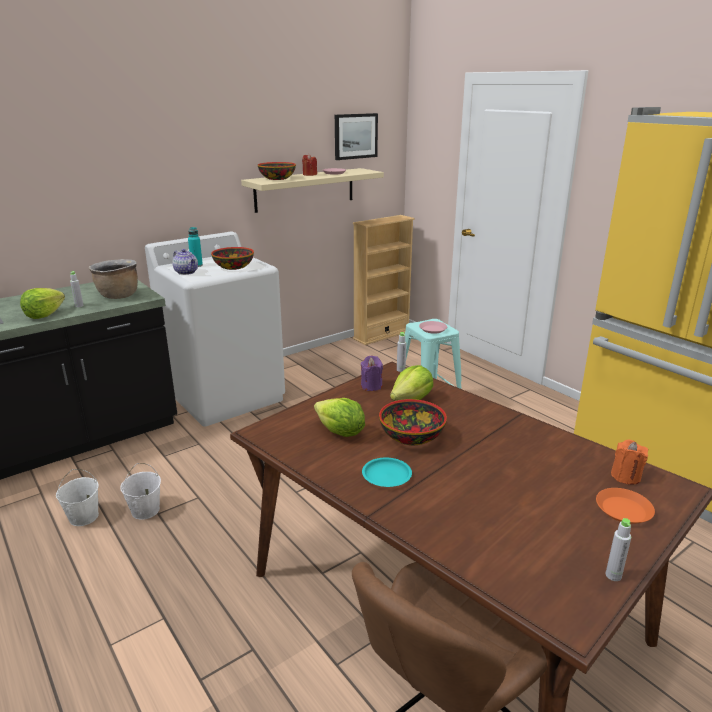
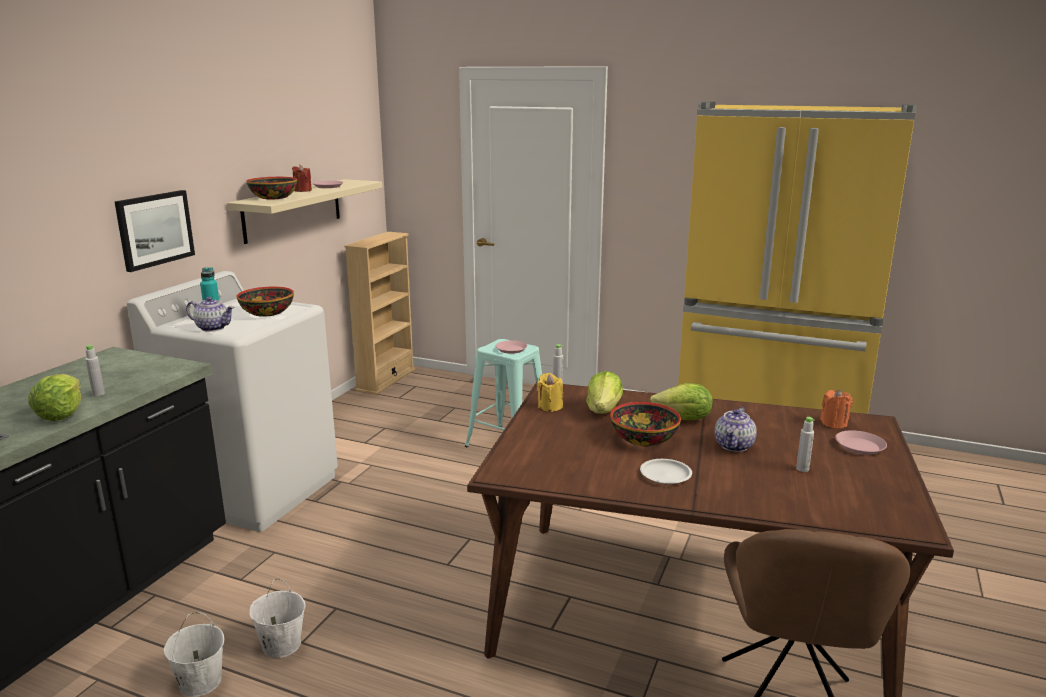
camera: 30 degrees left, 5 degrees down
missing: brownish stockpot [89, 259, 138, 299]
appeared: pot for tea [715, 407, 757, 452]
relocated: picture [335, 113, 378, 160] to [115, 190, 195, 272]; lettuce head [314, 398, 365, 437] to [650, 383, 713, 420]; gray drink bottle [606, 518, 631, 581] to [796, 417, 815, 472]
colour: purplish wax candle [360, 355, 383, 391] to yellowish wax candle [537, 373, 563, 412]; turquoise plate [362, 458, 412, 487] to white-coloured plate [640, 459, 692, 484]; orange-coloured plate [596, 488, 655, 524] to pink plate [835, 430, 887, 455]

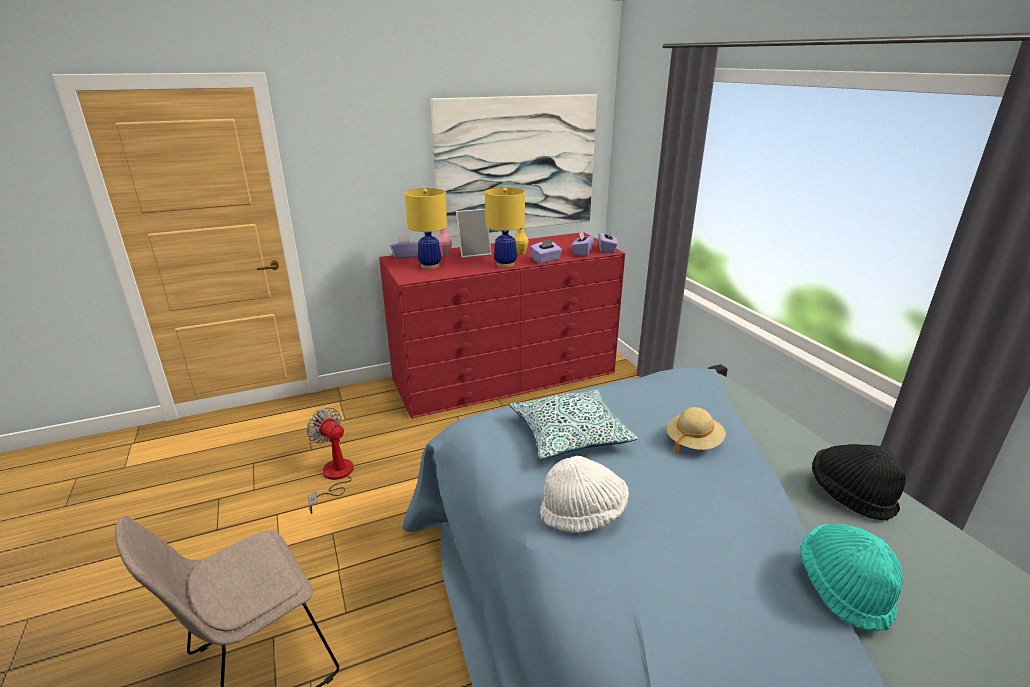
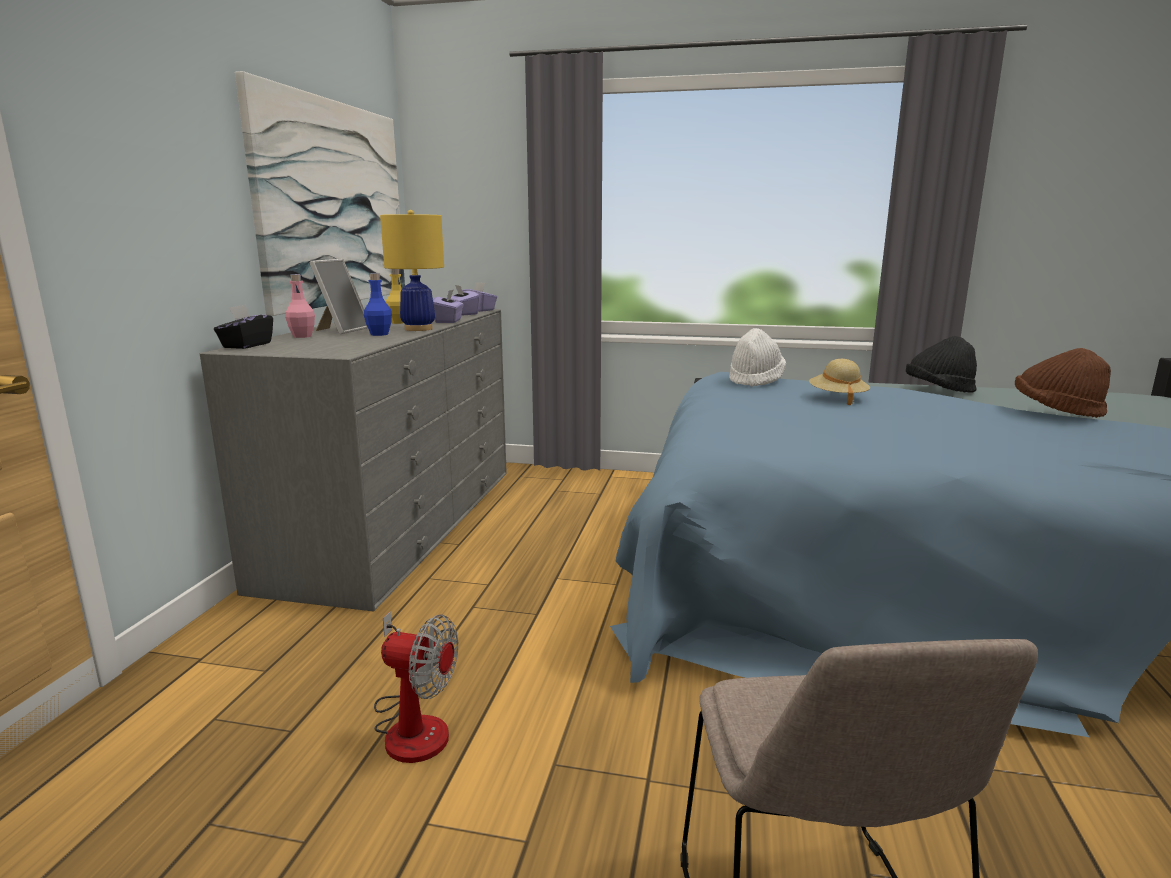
camera: 55 degrees left, 10 degrees down
missing: yellowish table lamp [405, 188, 447, 269]; cushion [510, 390, 638, 459]
appeared: bluish drink bottle [364, 273, 392, 336]
relocated: white-coloured clothing hat [540, 456, 629, 533] to [729, 328, 786, 387]
colour: reddish dresser [379, 232, 625, 419] to gray dresser [200, 309, 507, 611]; purplish tissue box [390, 234, 418, 259] to black tissue box [214, 305, 273, 349]; turquoise clothing hat [800, 524, 903, 631] to brownish clothing hat [1015, 348, 1111, 418]
spun: electric fan [307, 407, 354, 514] = [374, 611, 458, 763] 150 degrees counterclockwise

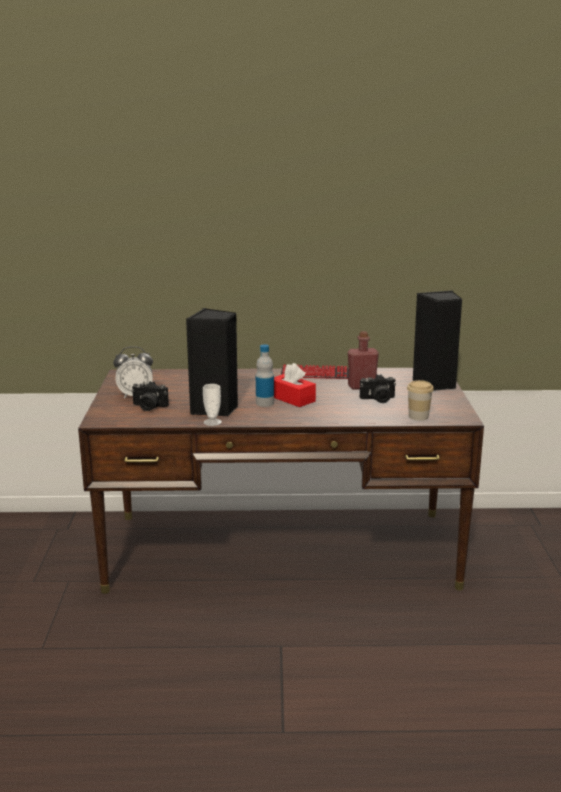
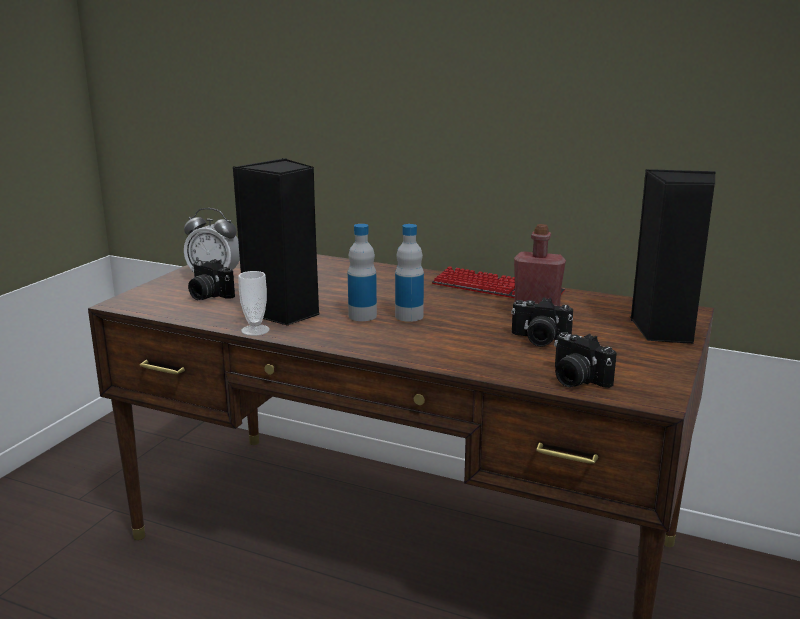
camera: 25 degrees right, 0 degrees up
exchanged: reddish tissue box [274, 363, 316, 407] to drink bottle [395, 224, 424, 322]; small cup [407, 380, 434, 421] to photo camera [554, 332, 617, 388]

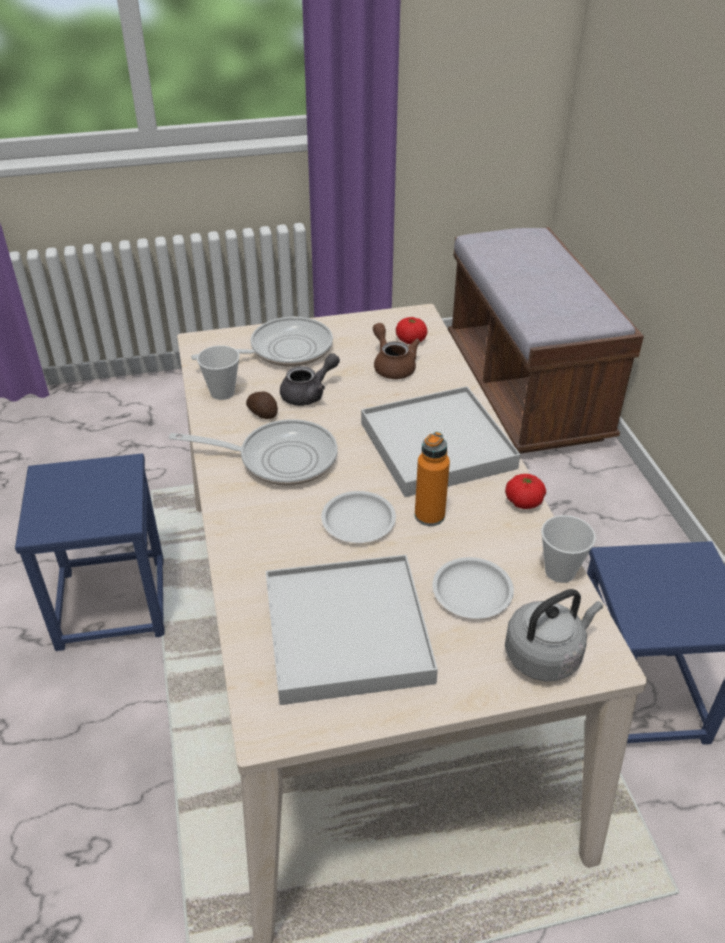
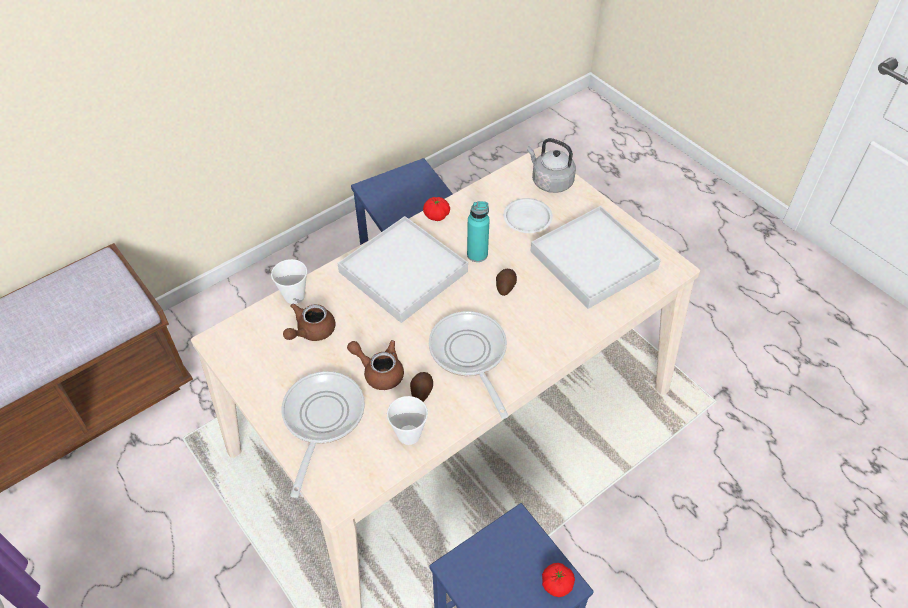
camera: 115 degrees left, 10 degrees up
relocated: tomato [396, 317, 427, 344] to [542, 563, 575, 597]; small cup [541, 515, 596, 583] to [271, 259, 307, 304]
exchanged: white-coloured plate [321, 491, 396, 543] to whole potato [496, 269, 517, 296]
colour: gray pot for tea [280, 353, 340, 406] to brownish pot for tea [347, 340, 404, 390]; orange-coloured drink bottle [415, 432, 450, 526] to turquoise drink bottle [467, 201, 490, 262]
spun: frying pan [191, 317, 333, 367] = [281, 371, 365, 498] 60 degrees clockwise

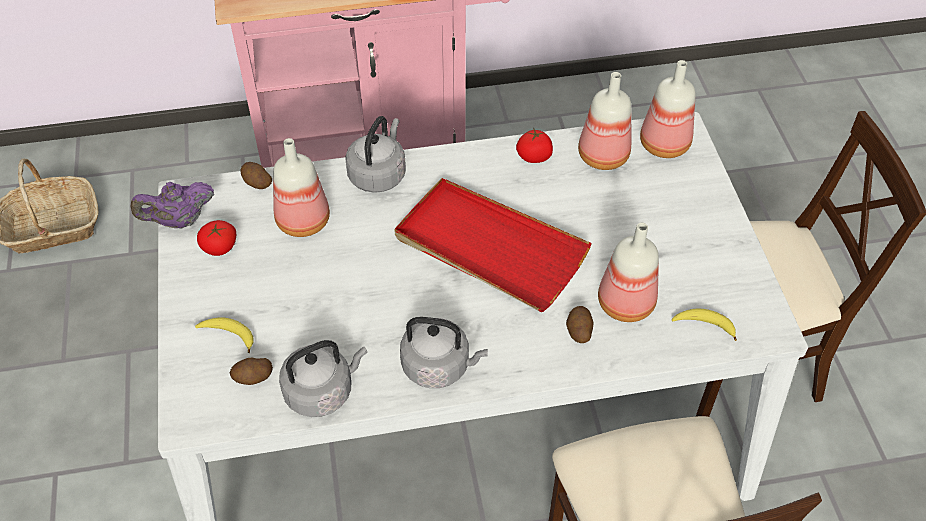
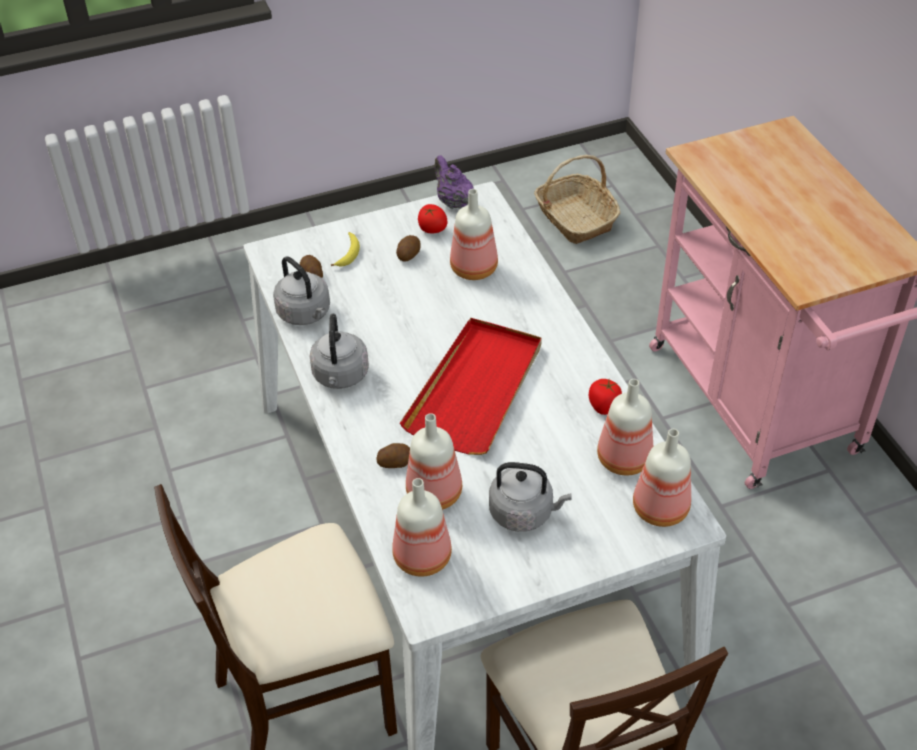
camera: 80 degrees right, 5 degrees down
relocated: gray water kettle [345, 116, 406, 193] to [489, 462, 572, 532]; whole potato [240, 162, 272, 189] to [396, 235, 420, 262]
exchanged: whole banana [672, 309, 737, 341] to drink bottle [392, 478, 452, 577]

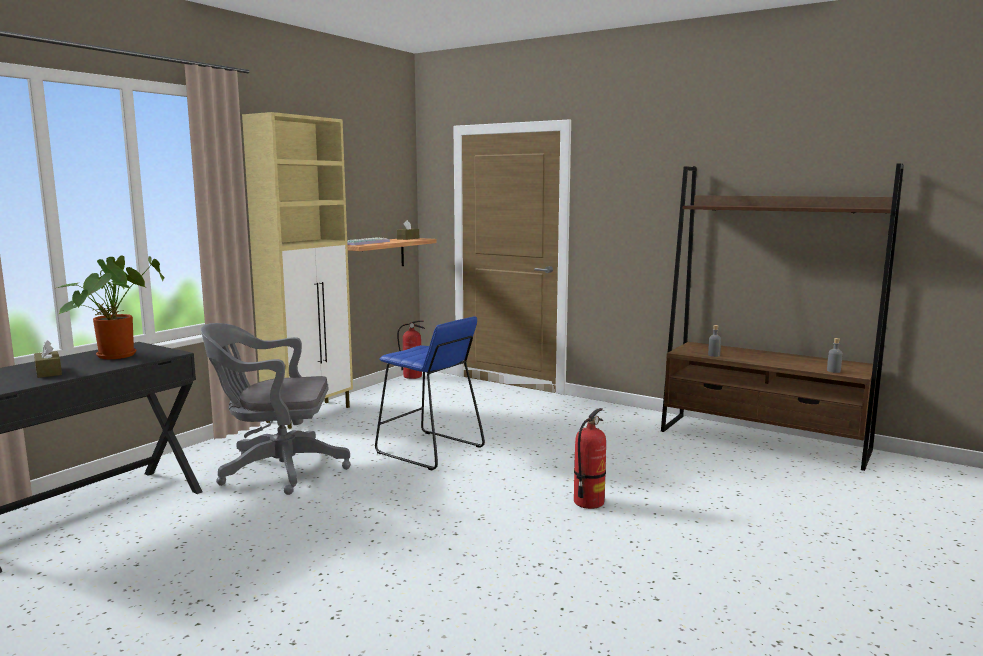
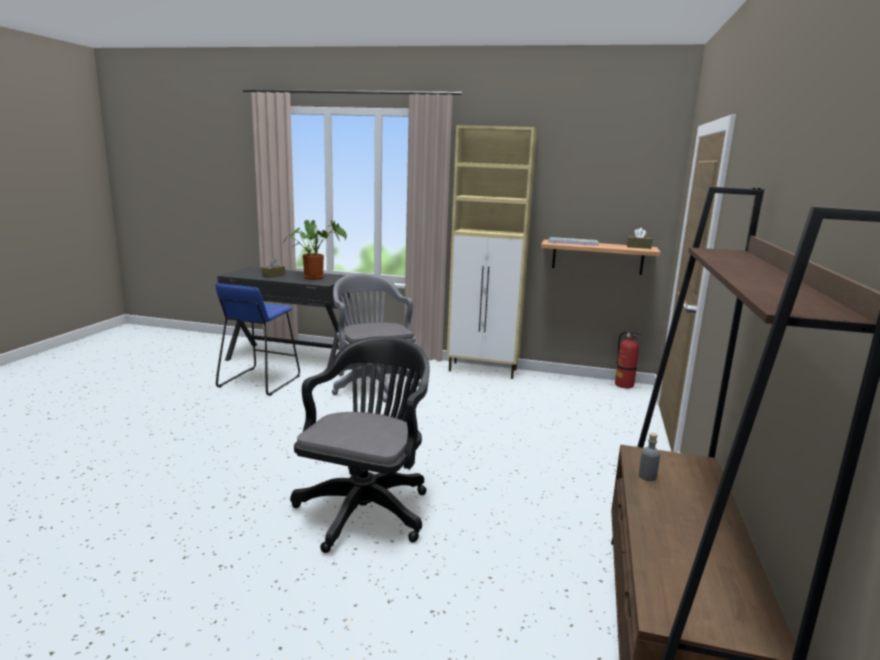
camera: 70 degrees right, 5 degrees up
missing: gray drink bottle [827, 338, 843, 373]
relocated: bluish sitting stool [375, 317, 485, 471] to [215, 283, 300, 396]
exchanged: extinguisher [574, 408, 606, 509] to black desk chair [290, 336, 430, 553]

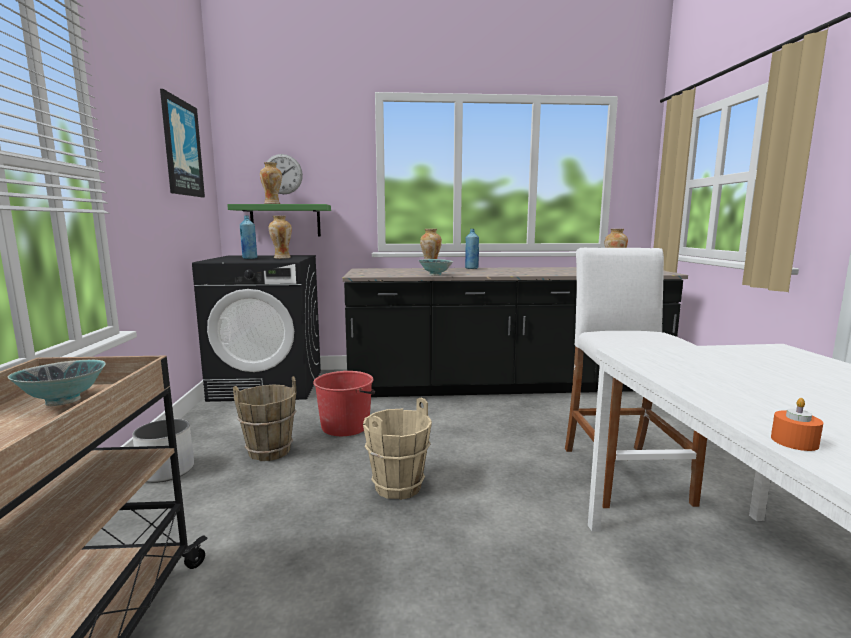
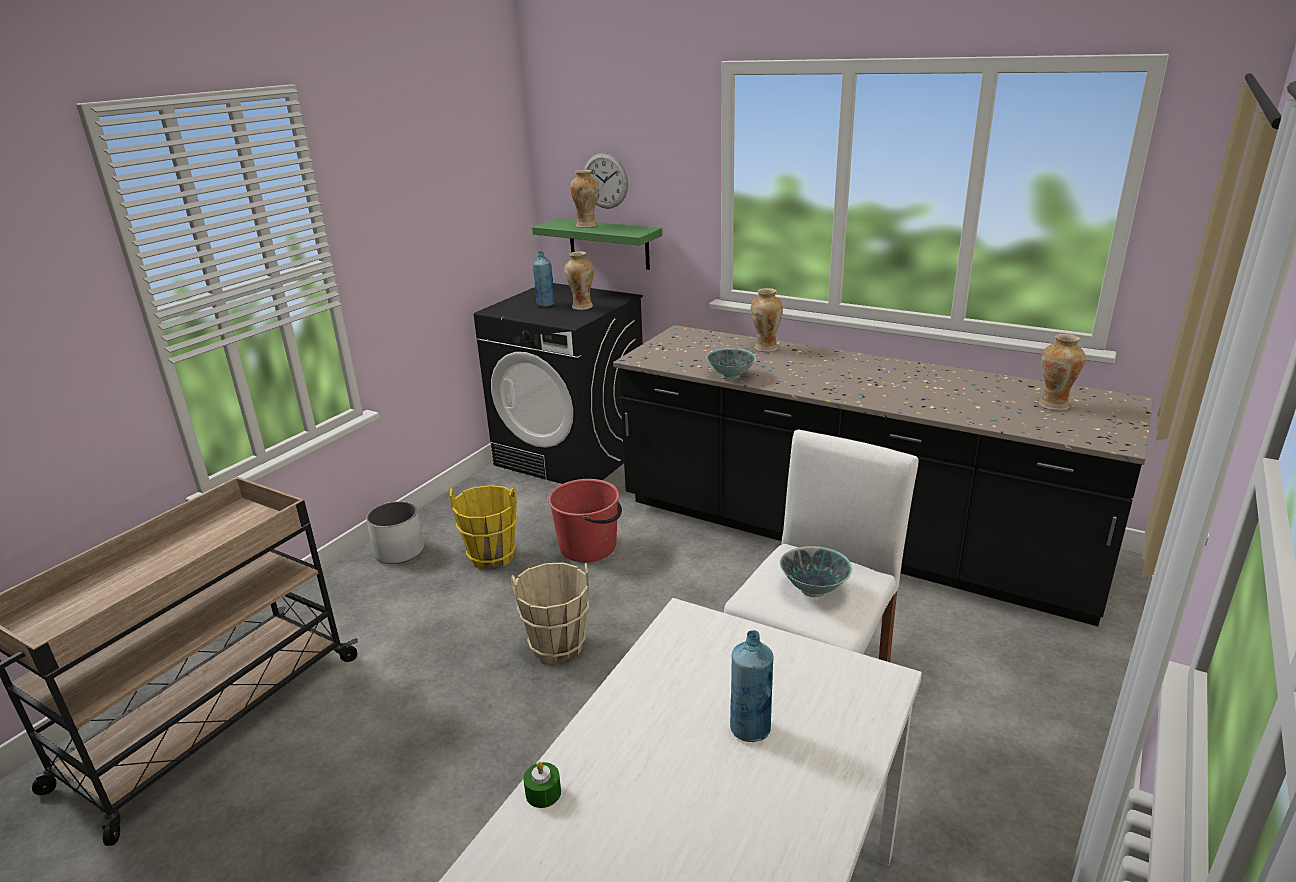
camera: 35 degrees right, 15 degrees up
missing: picture [160, 89, 205, 197]
relocated: bluish drink bottle [465, 229, 479, 269] to [730, 630, 774, 742]; serving bowl [8, 360, 106, 406] to [780, 546, 852, 597]
colour: brownish water bucket [233, 376, 296, 461] to yellowish water bucket [450, 485, 518, 570]; orange-coloured wax candle [771, 398, 823, 451] to green-coloured wax candle [523, 762, 561, 808]

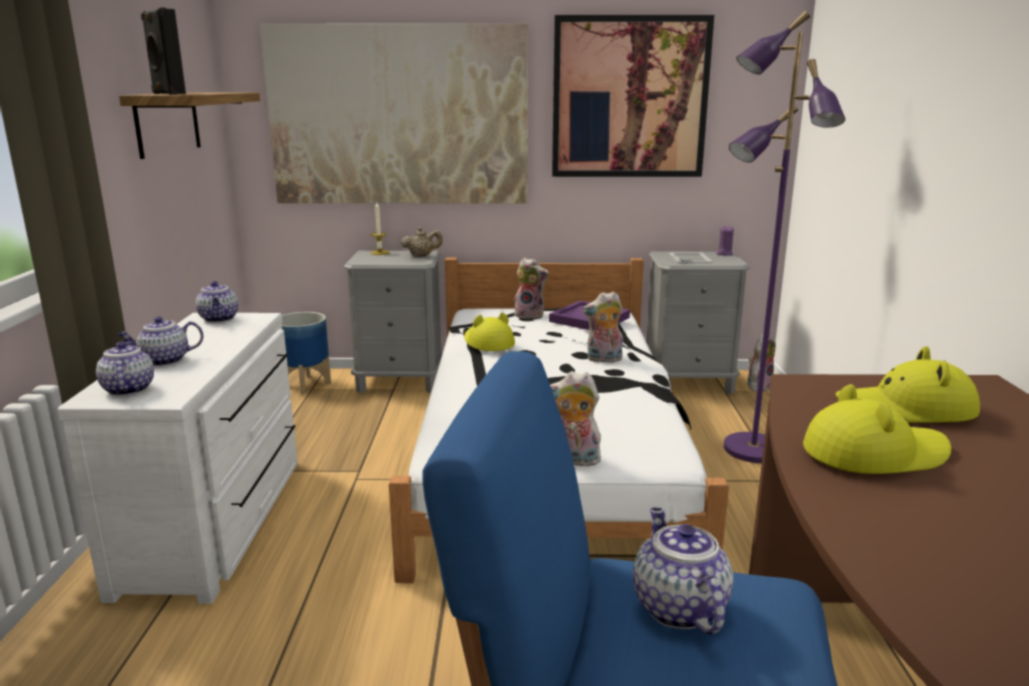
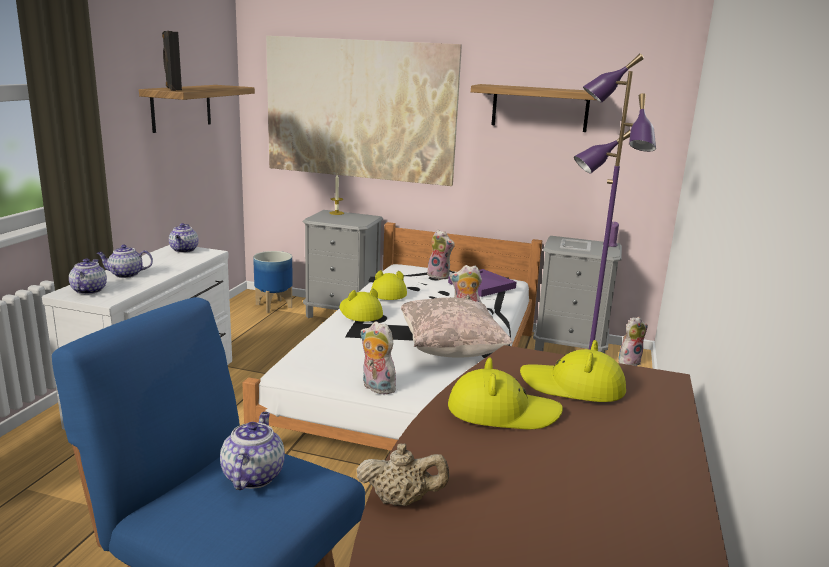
camera: 15 degrees right, 0 degrees up
appeared: yellowish clothing hat [340, 288, 383, 322]; sand-coloured cushion [401, 297, 513, 357]
relocated: sand-coloured pot for tea [401, 227, 442, 257] to [356, 443, 449, 506]
exchanged: picture [552, 15, 714, 177] to bracket shelf [471, 84, 605, 132]

